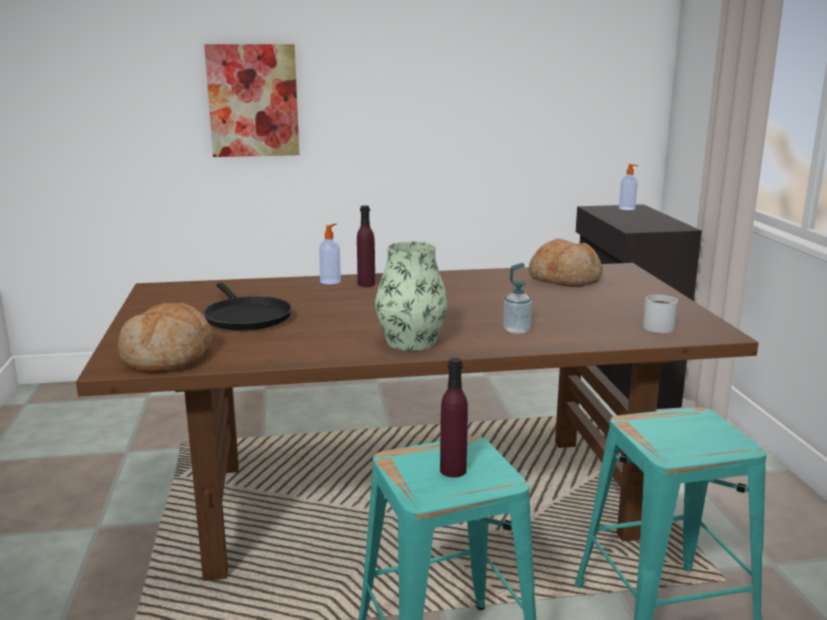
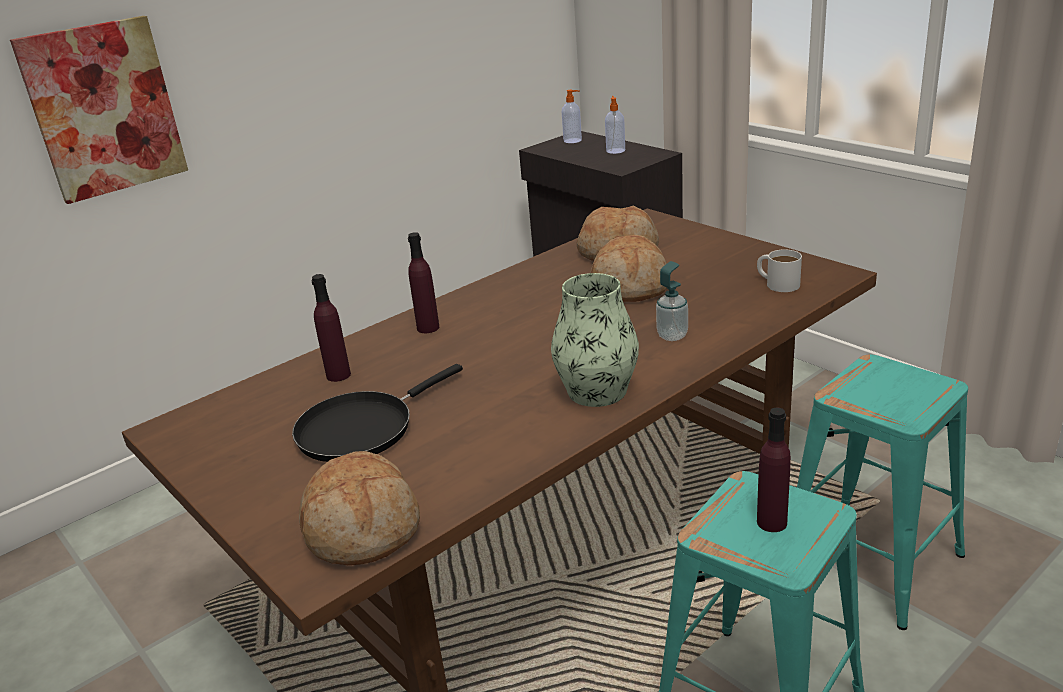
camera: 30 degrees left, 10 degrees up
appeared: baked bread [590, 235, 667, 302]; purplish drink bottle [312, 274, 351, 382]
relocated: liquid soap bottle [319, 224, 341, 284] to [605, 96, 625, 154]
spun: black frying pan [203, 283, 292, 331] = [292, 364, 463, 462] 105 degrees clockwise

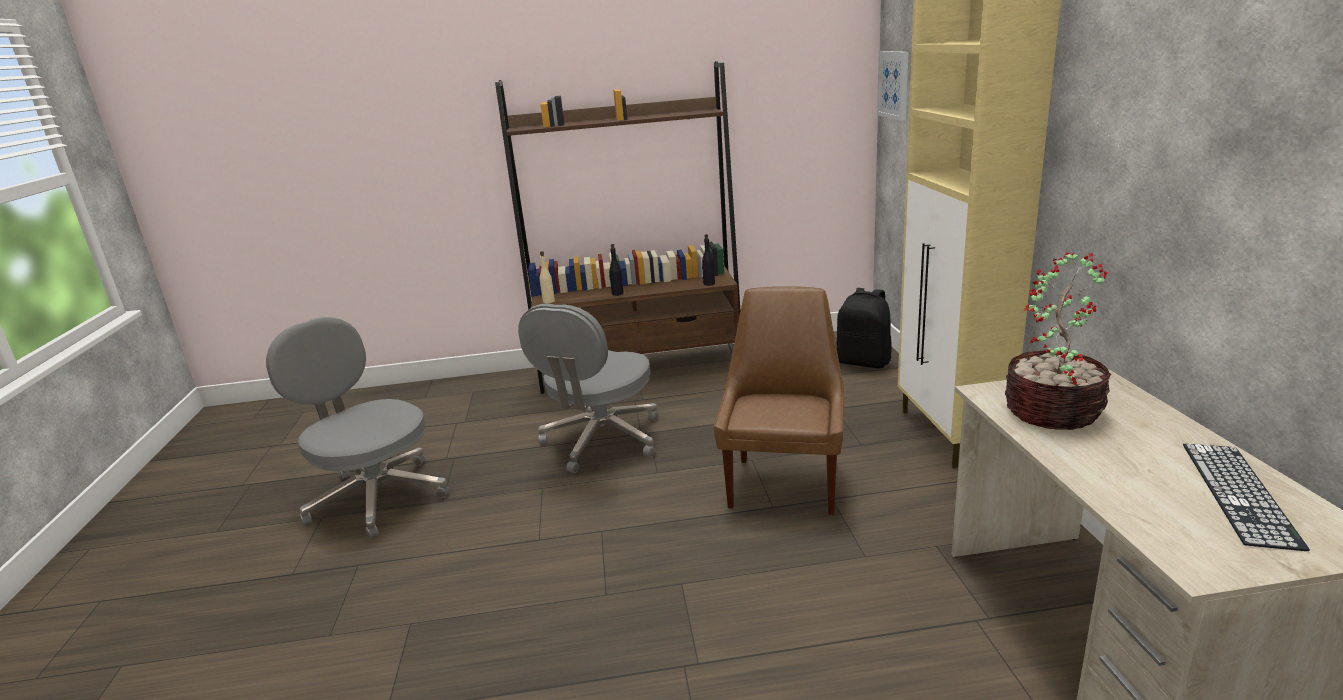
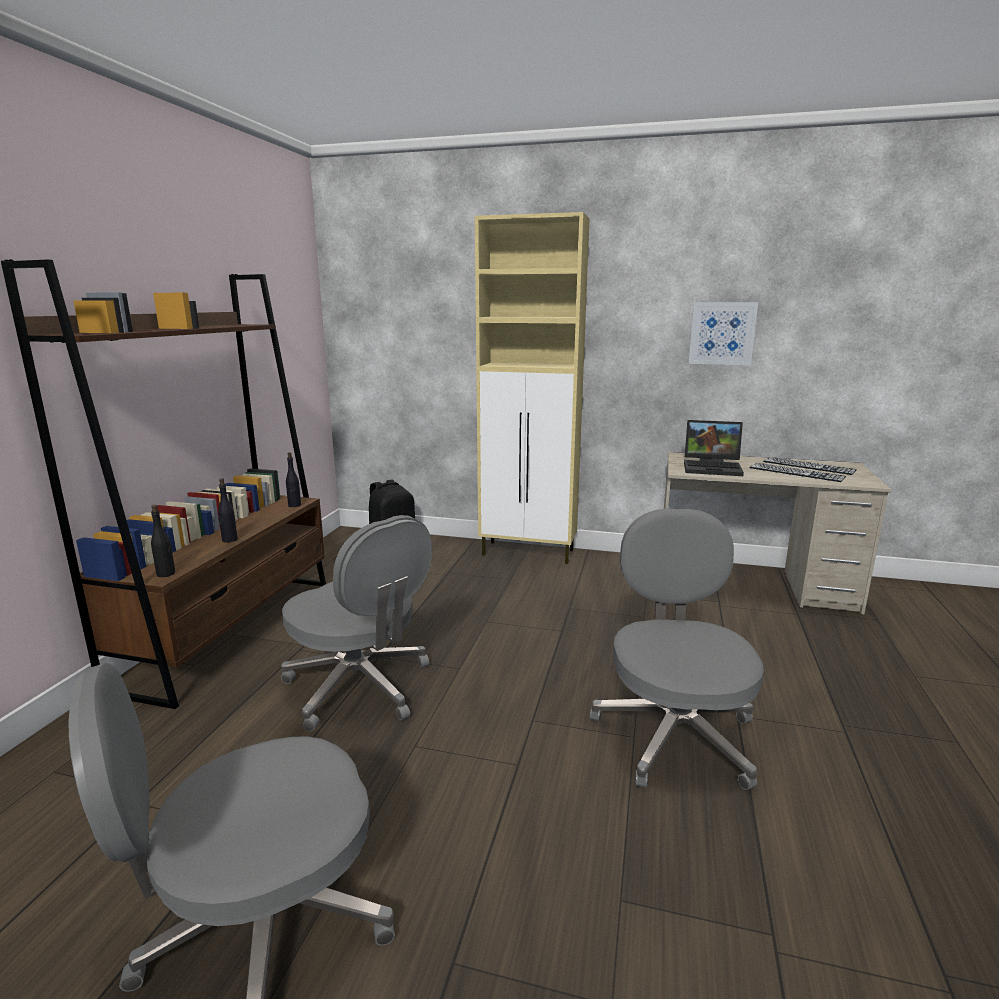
camera: 70 degrees left, 5 degrees down
missing: brownish plain chair [714, 286, 844, 515]
appeared: keyboard [750, 463, 846, 482]; gray desk chair [590, 509, 764, 790]
relocated: picture [877, 51, 909, 121] to [688, 302, 758, 365]
exchanged: houseplant [1005, 252, 1111, 430] to portable computer [684, 420, 744, 476]
colour: sand-coloured drink bottle [540, 251, 555, 303] to black drink bottle [151, 505, 175, 577]

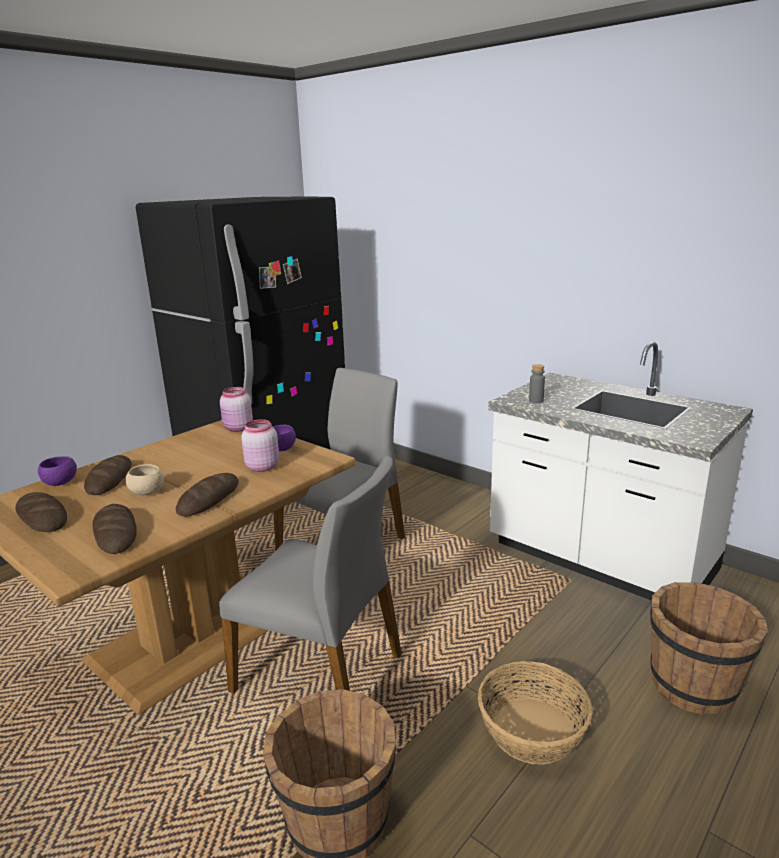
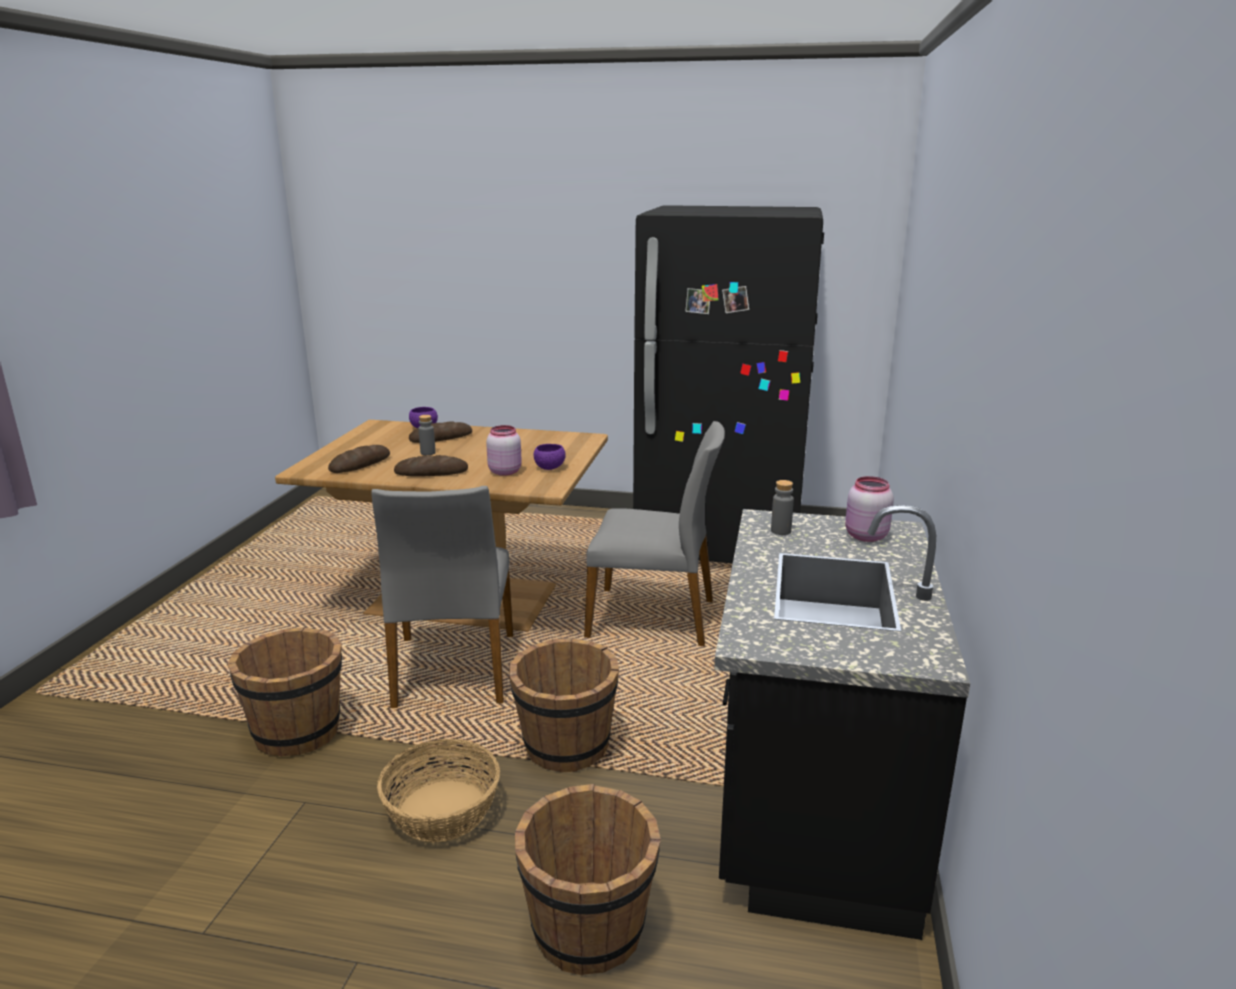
camera: 60 degrees right, 0 degrees up
missing: baked bread [15, 492, 67, 532]
appeared: brownish water bucket [509, 638, 619, 773]
relocated: pink preserve jar [220, 387, 253, 432] to [845, 476, 894, 542]
exchanged: sand-coloured serving bowl [126, 464, 164, 495] to gray drink bottle [418, 415, 436, 456]
colour: white-coloured kitchen counter [488, 341, 753, 601] to black kitchen counter [714, 505, 970, 940]

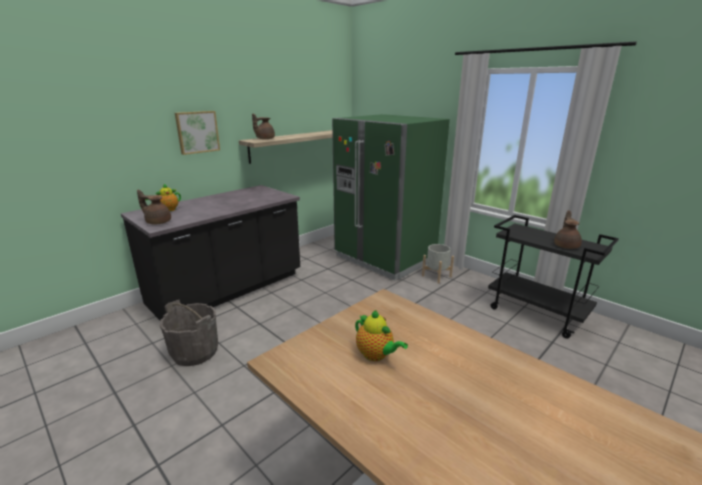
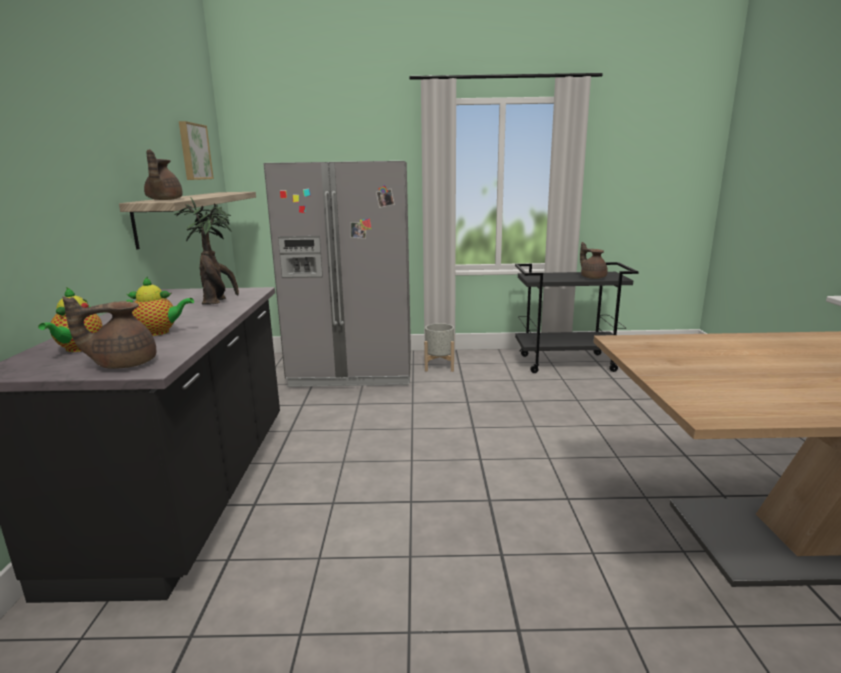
camera: 45 degrees left, 5 degrees down
missing: gray water bucket [160, 300, 218, 366]
appeared: houseplant [174, 197, 239, 305]
relocated: picture [175, 111, 220, 155] to [179, 121, 214, 180]; pot for tea [355, 310, 408, 361] to [126, 276, 194, 336]
colour: green-coloured kitchen fridge [332, 114, 450, 280] to gray kitchen fridge [264, 161, 411, 387]

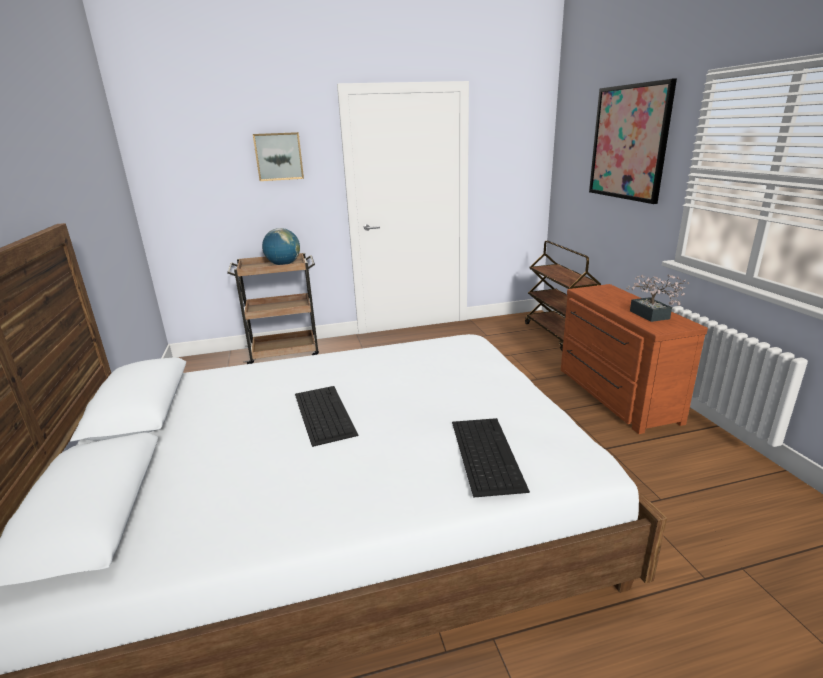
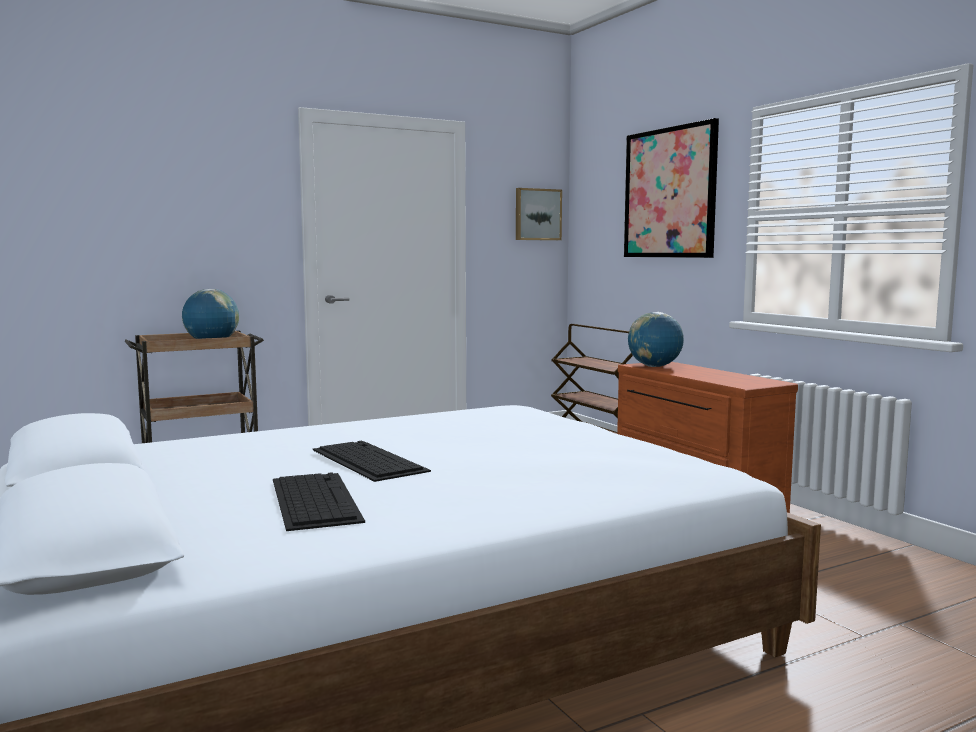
camera: 15 degrees left, 15 degrees down
missing: houseplant [626, 274, 689, 322]
appeared: desk globe [628, 312, 684, 367]
relocated: picture [253, 132, 304, 181] to [516, 188, 562, 240]; keyboard [452, 418, 530, 498] to [273, 472, 365, 531]

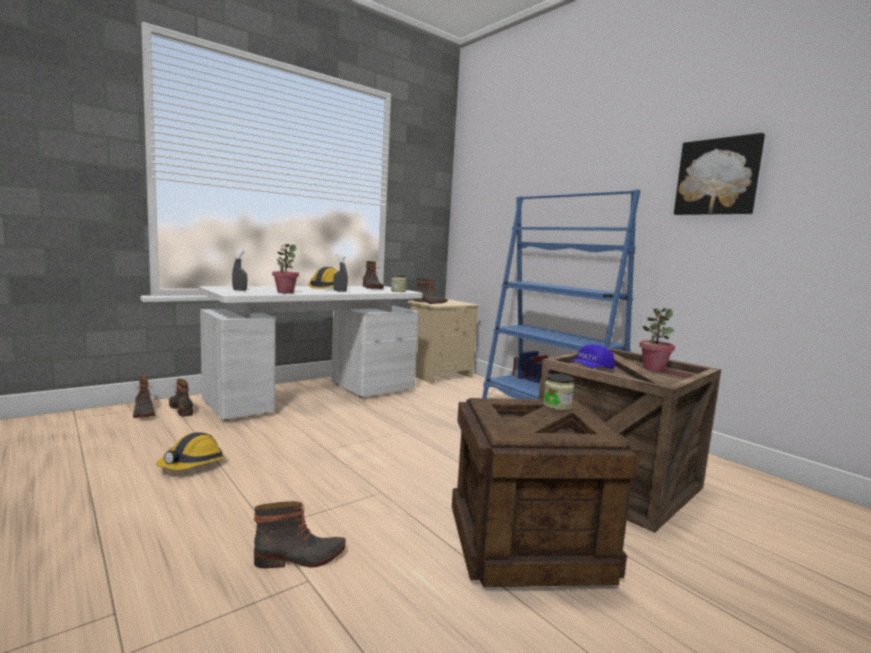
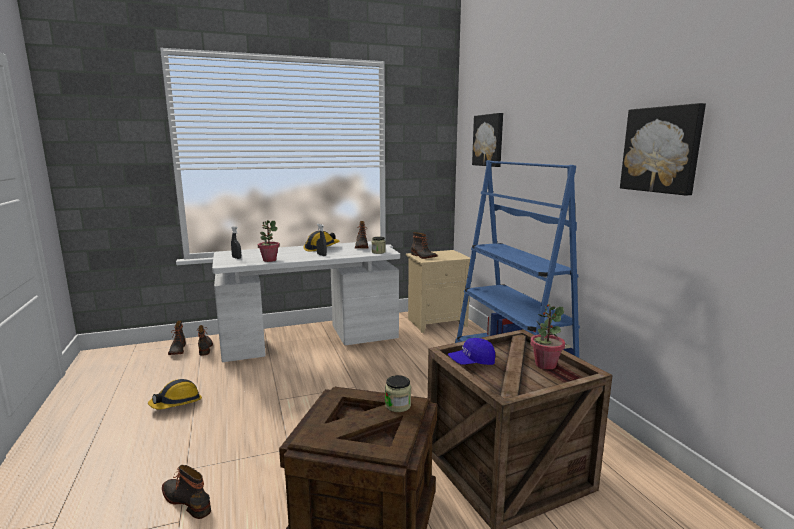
camera: 20 degrees right, 5 degrees up
appeared: picture [472, 113, 503, 167]
spun: high-top boot [254, 501, 346, 568] = [162, 465, 211, 519] 150 degrees counterclockwise

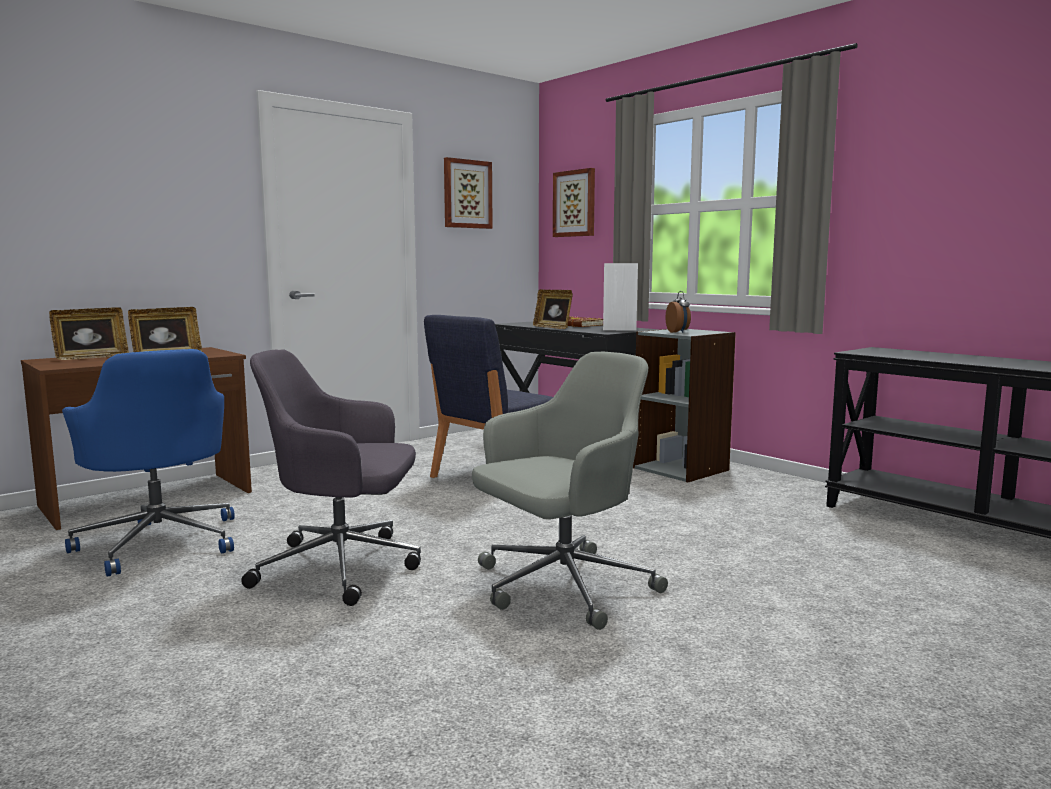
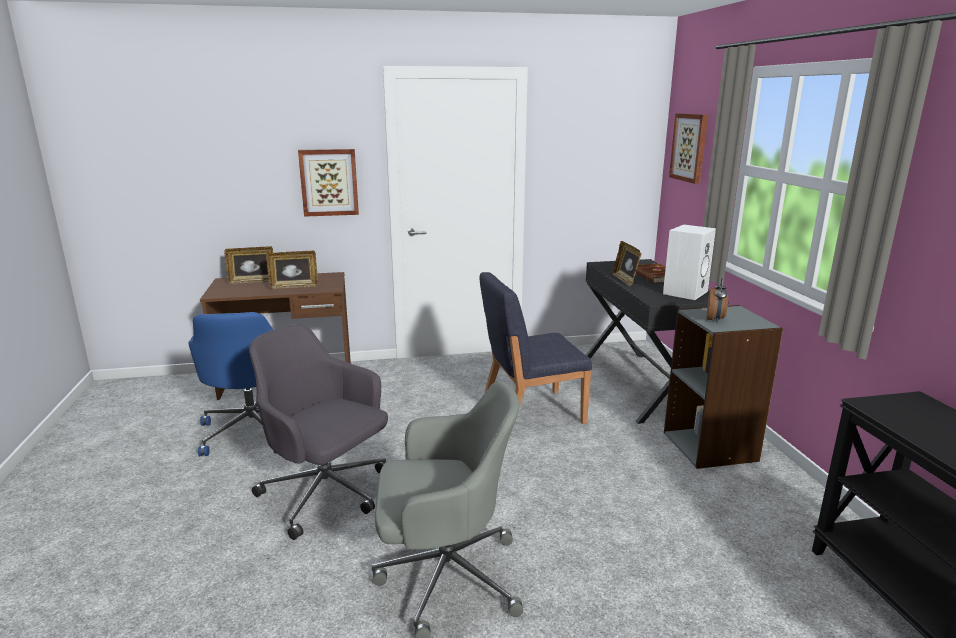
camera: 30 degrees right, 10 degrees up
relocated: picture [444, 157, 493, 229] to [298, 149, 359, 217]

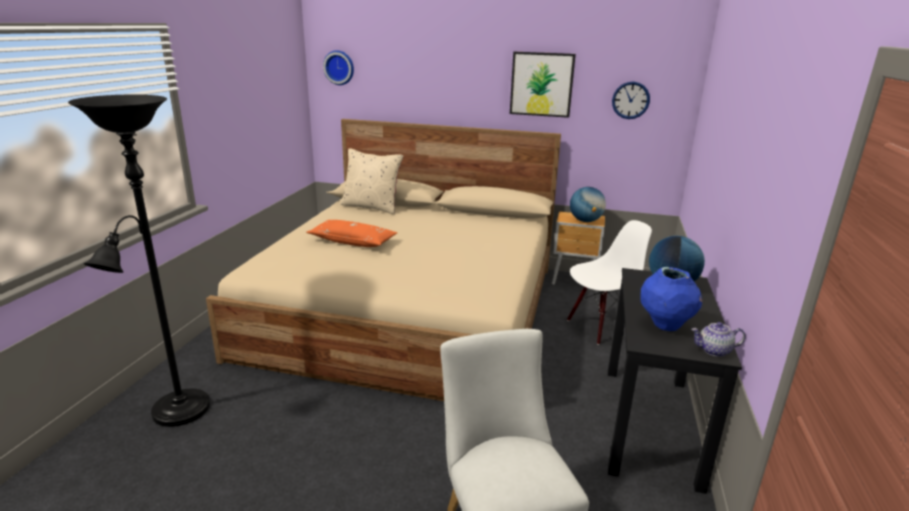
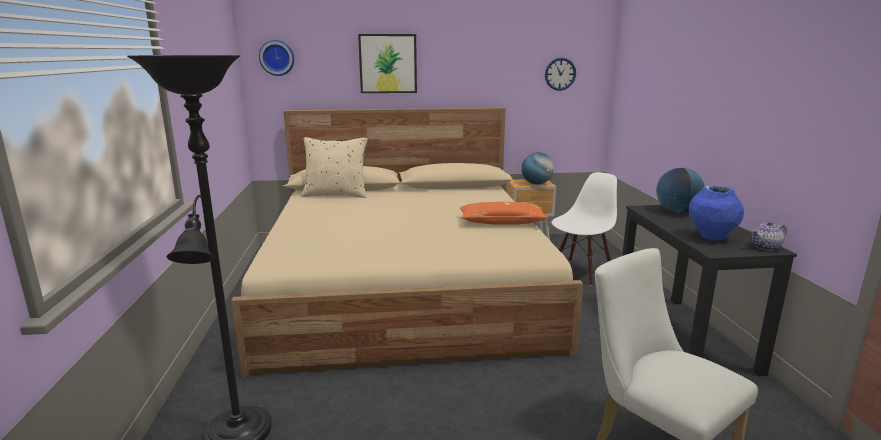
camera: 20 degrees left, 5 degrees down
relocated: picture [510, 52, 576, 118] to [358, 34, 417, 93]; orange-coloured cushion [306, 220, 397, 247] to [460, 202, 548, 225]

